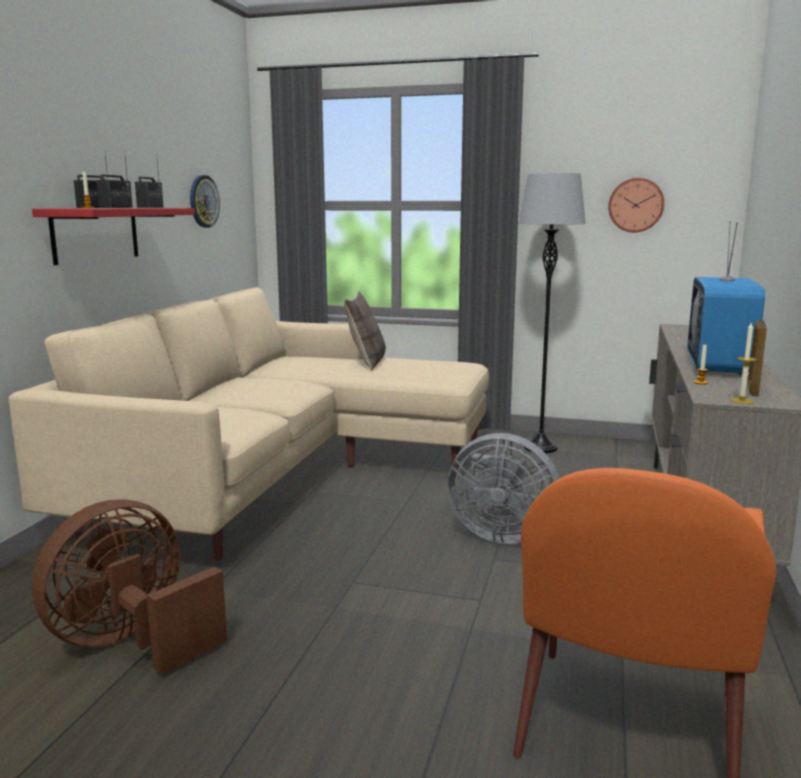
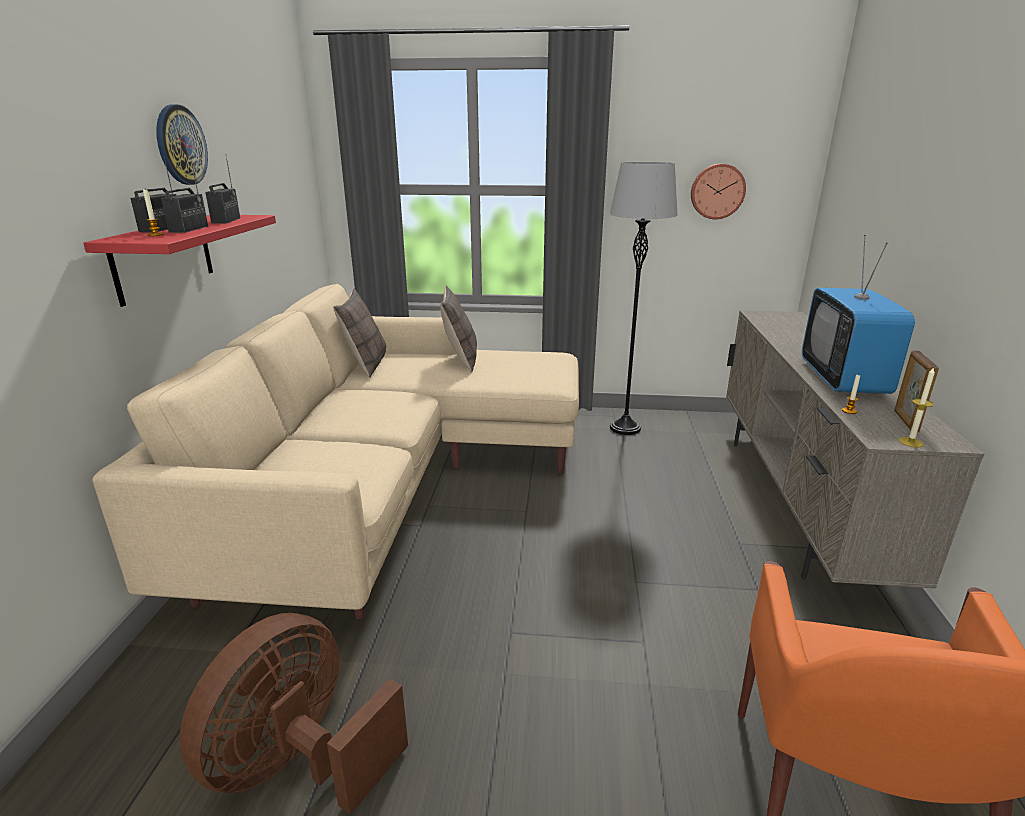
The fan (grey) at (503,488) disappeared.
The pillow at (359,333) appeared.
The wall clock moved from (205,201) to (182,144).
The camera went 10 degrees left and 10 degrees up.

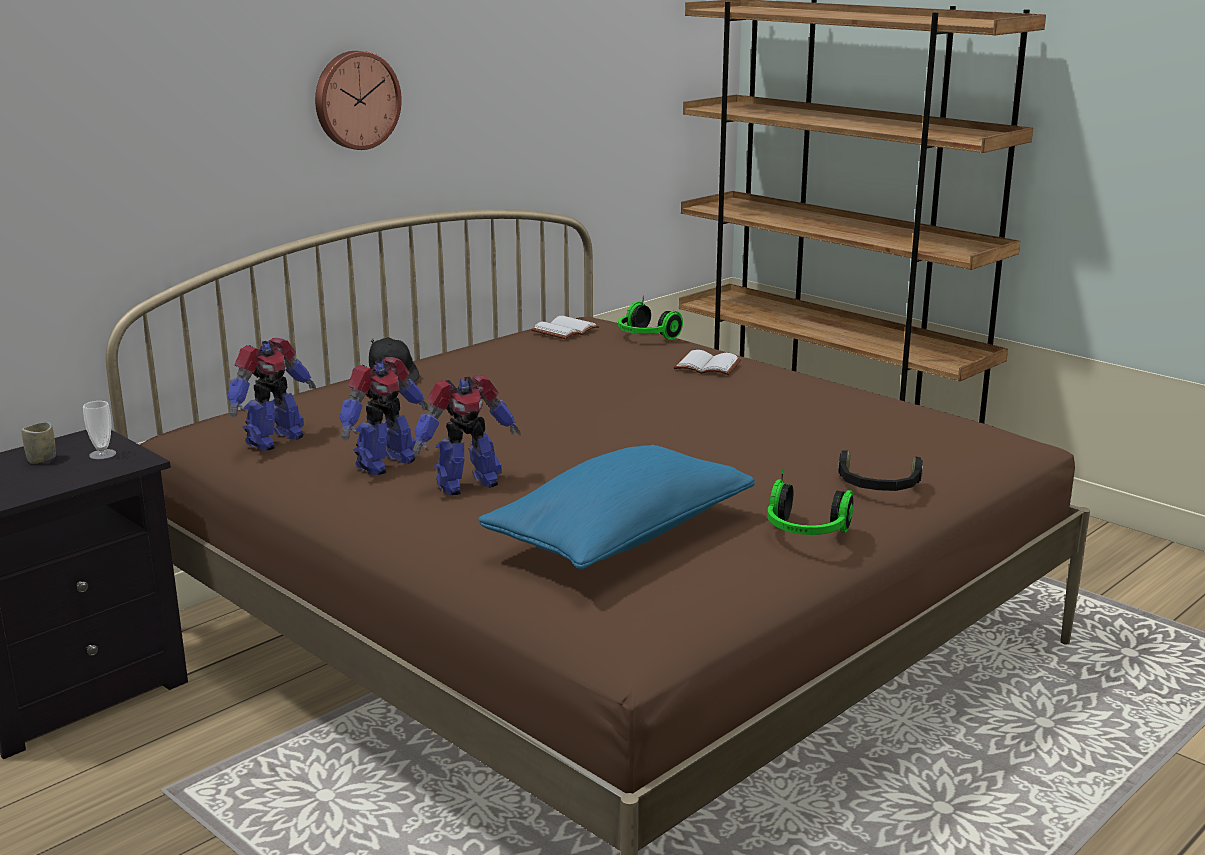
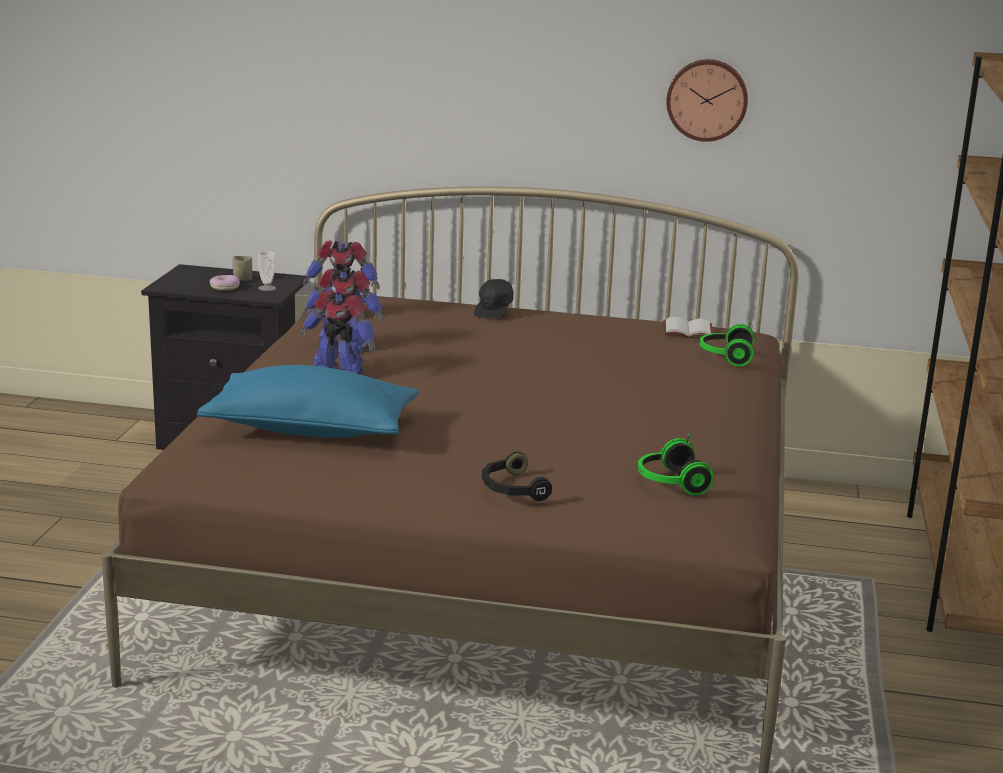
The book (white) at (707,362) disappeared.
The donut at (225,283) appeared.
The wall clock moved from (358,100) to (707,100).
The headphones moved from (810,502) to (676,464).
The camera went 55 degrees right and 0 degrees up.

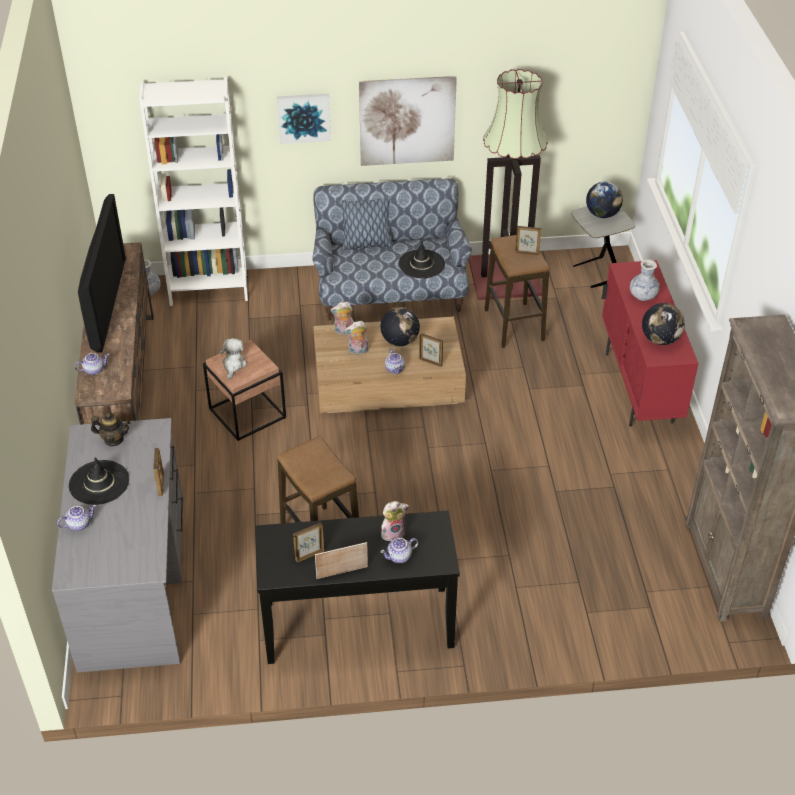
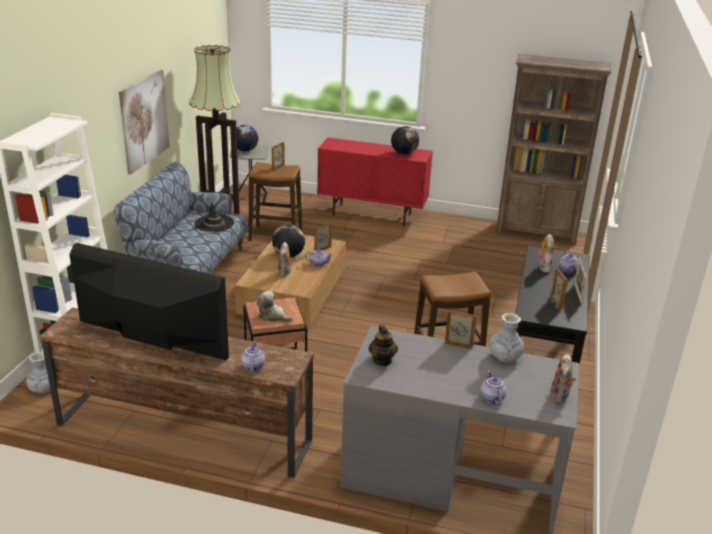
The hat (black) at (99,481) disappeared.
The picture at (304,119) disappeared.
The pillow at (365,223) disappeared.
The plush toy moved from (342,318) to (562,378).
The vase moved from (645,280) to (507,337).
The teapot at (110,429) turned 150 degrees clockwise.
The camera went 70 degrees left and 15 degrees down.

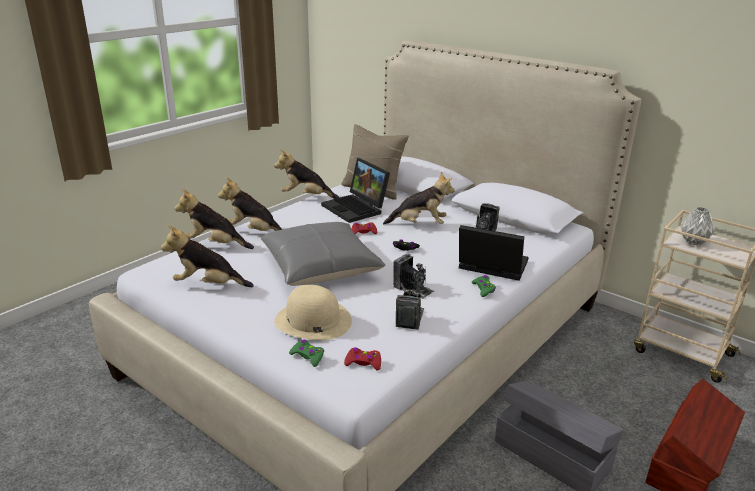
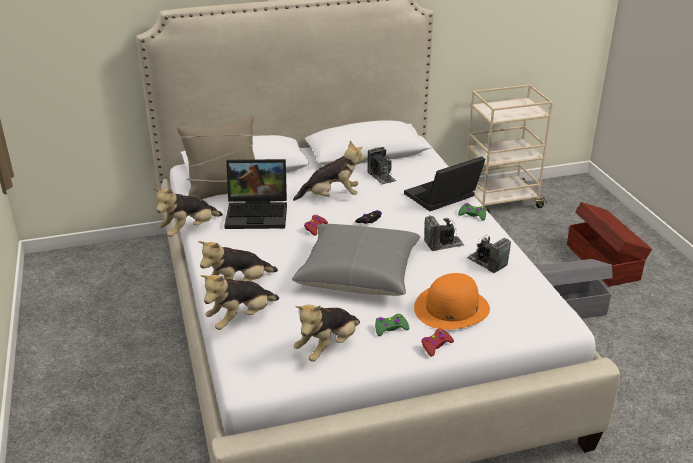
The vase (grey) at (697,226) disappeared.
The game controller (green) moved from (306,353) to (392,325).
The game controller (red) moved from (362,359) to (437,342).
The hat (beige) at (313,312) became the hat (orange) at (452,301).
The plush toy at (419,198) turned 45 degrees clockwise.
The camera went 55 degrees left and 5 degrees up.

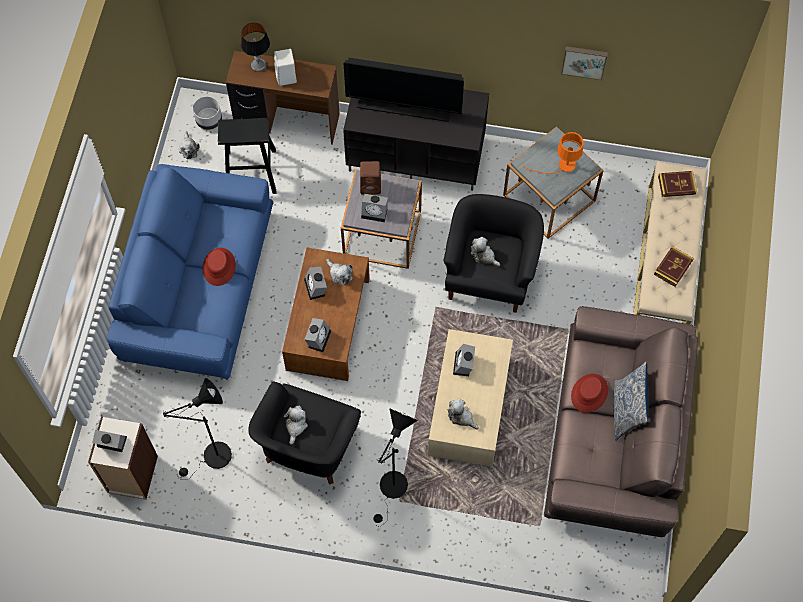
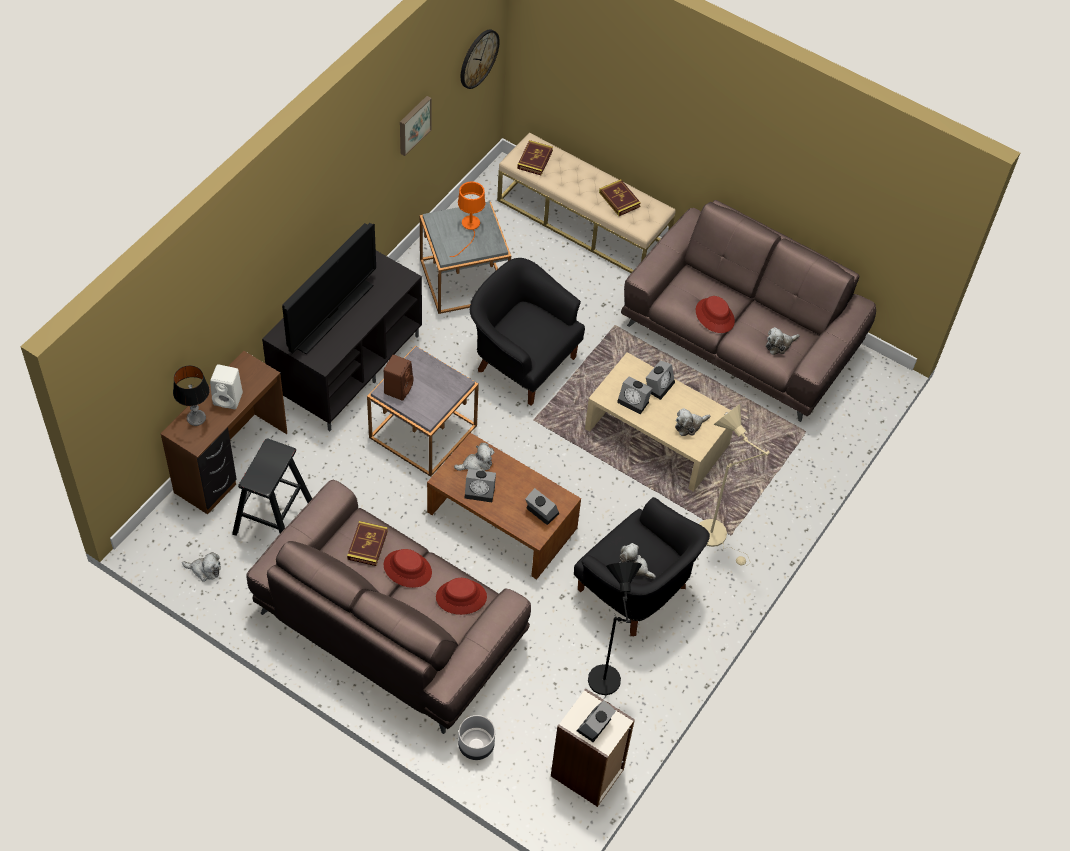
The pillow at (631,401) disappeared.
The book at (367,543) appeared.
The hat (red) at (461,596) appeared.
The wall clock at (480,59) appeared.
The planter (grey) moved from (207,113) to (476,737).
The alarm clock moved from (374,208) to (660,380).
The plush toy moved from (485,252) to (783,341).
The sofa (blue) at (190,271) became the sofa (brown) at (389,607).
The floor lamp (black) at (395,467) became the floor lamp (beige) at (734,484).
The camera went 70 degrees left and 10 degrees down.

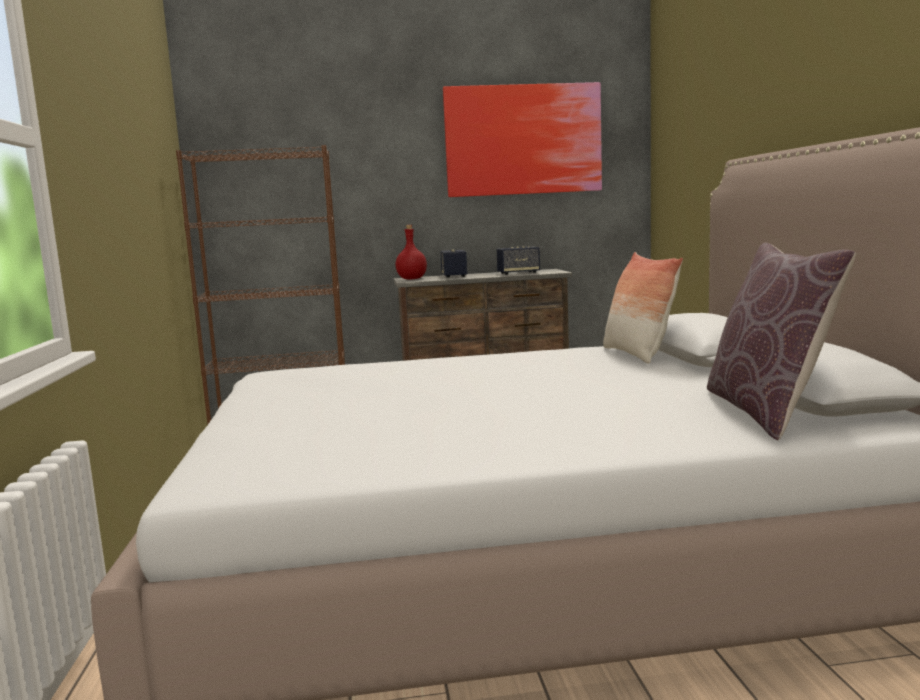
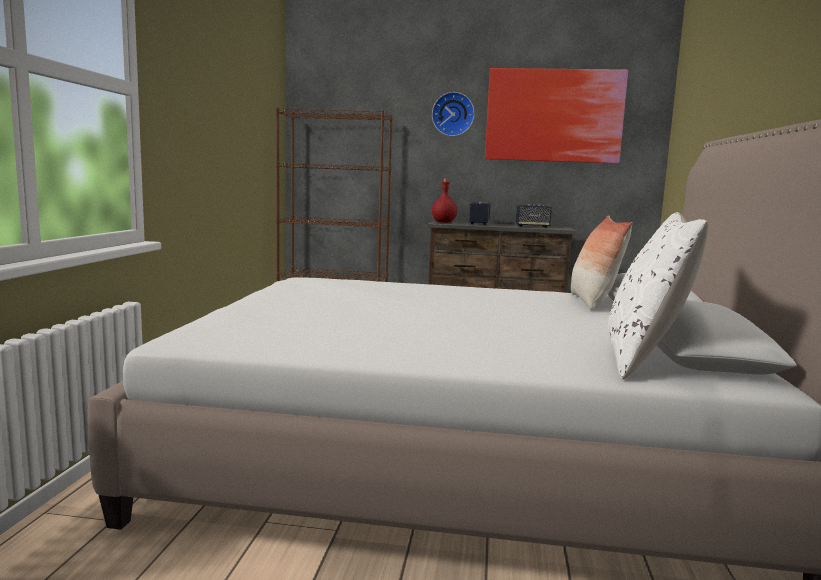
The wall clock at (453,114) appeared.
The pillow (brown) at (781,341) became the pillow (white) at (658,295).
The camera went 15 degrees right and 0 degrees up.

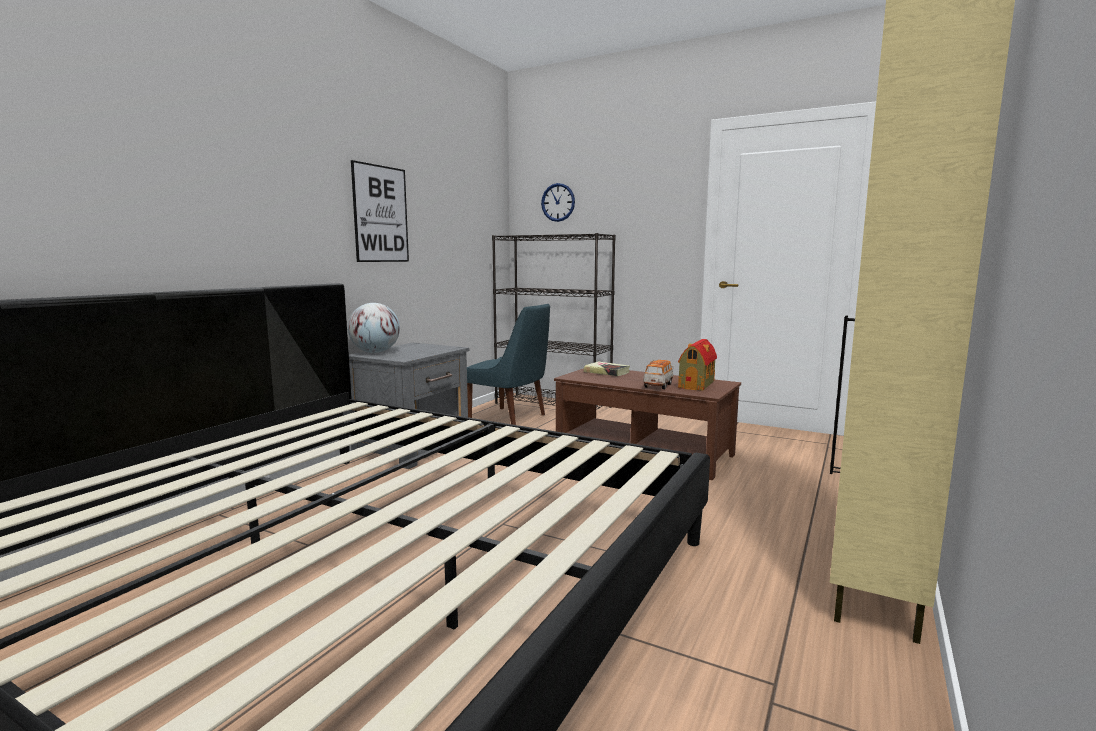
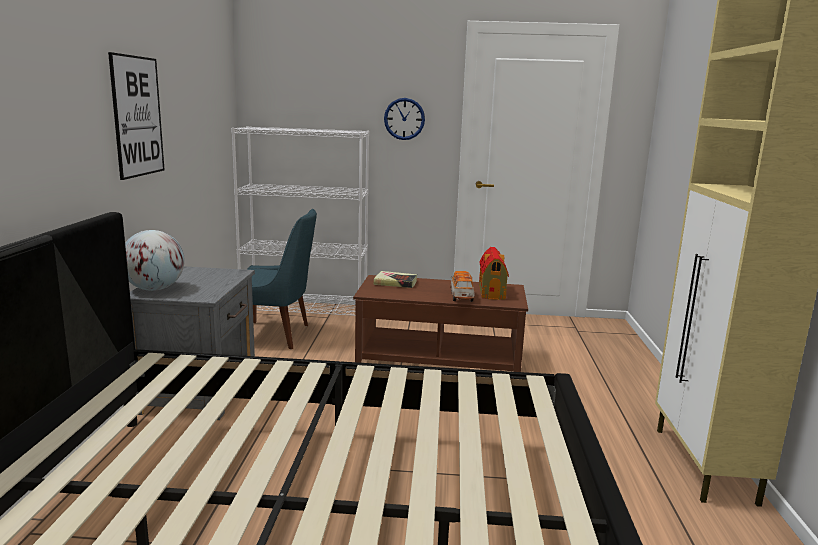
The wall clock moved from (558,202) to (404,119).
The bookcase (black) at (554,321) became the bookcase (white) at (300,221).
The camera went 25 degrees left and 5 degrees up.

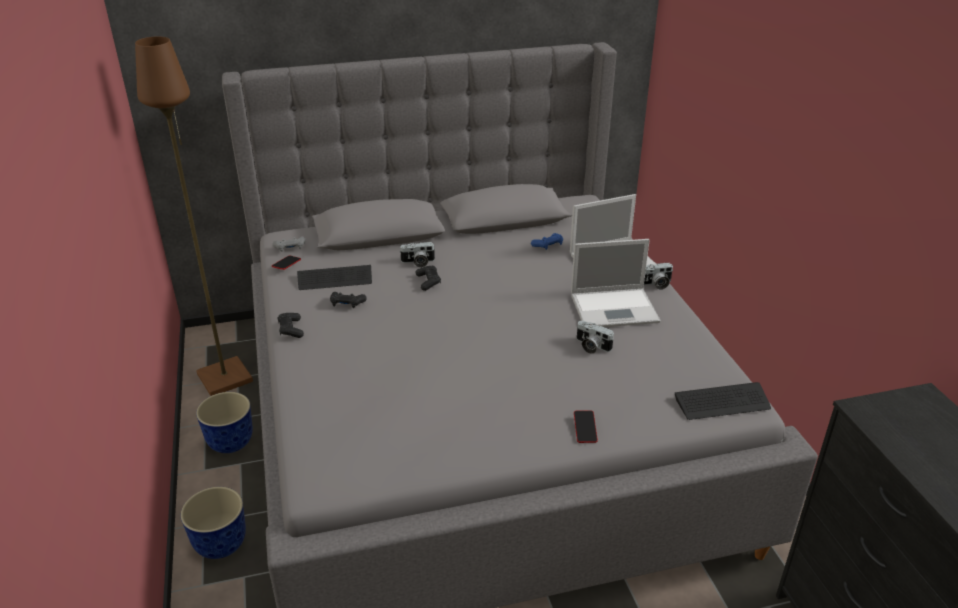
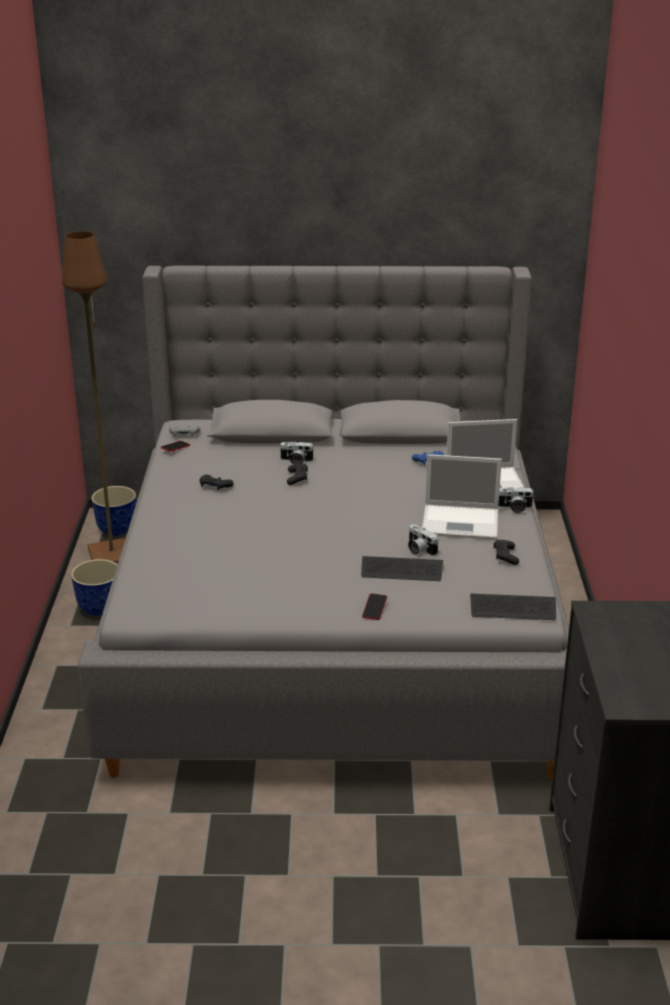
The planter moved from (213,523) to (113,511).
The game controller (black) moved from (291,325) to (506,552).
The keyboard moved from (334,277) to (402,568).
The camera went 15 degrees right and 5 degrees down.

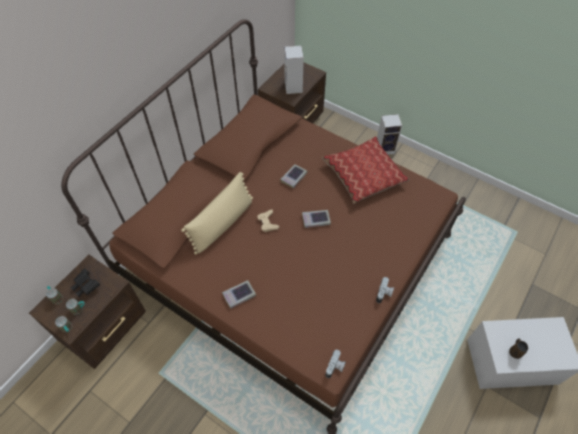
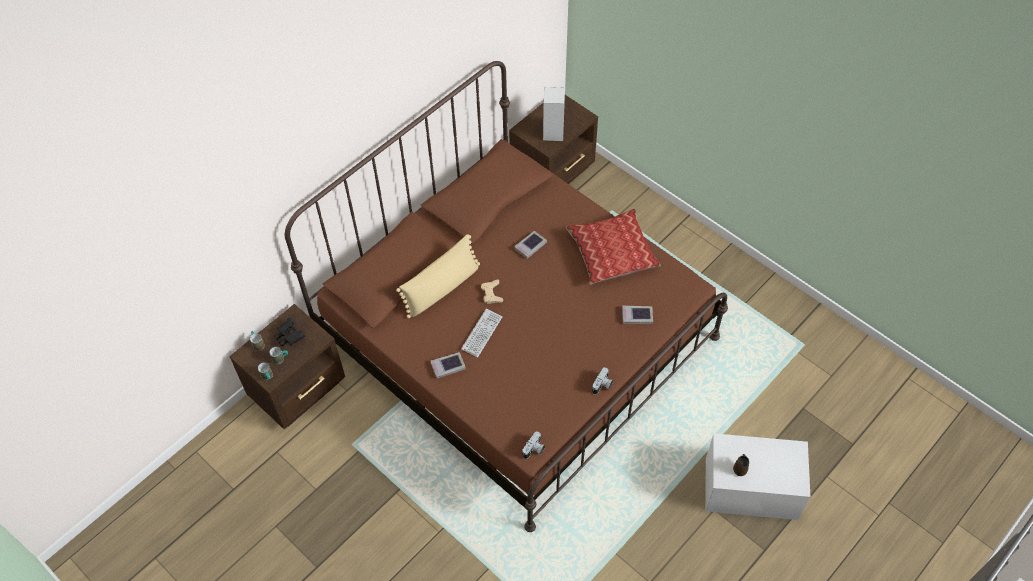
The speaker at (389,134) disappeared.
The keyboard at (481,333) appeared.
The book moved from (316,219) to (637,314).
The camera went 10 degrees right and 0 degrees up.

